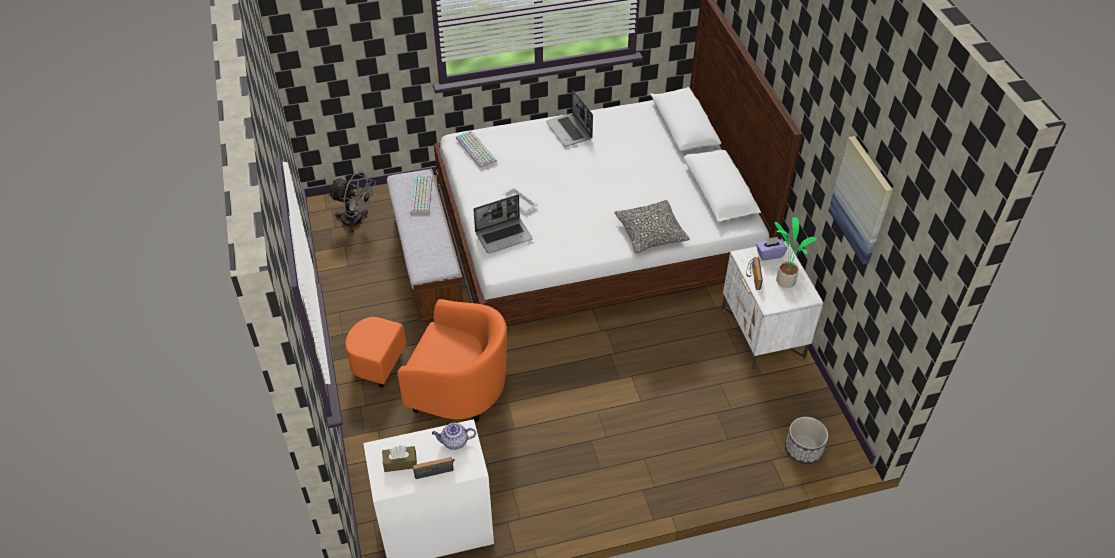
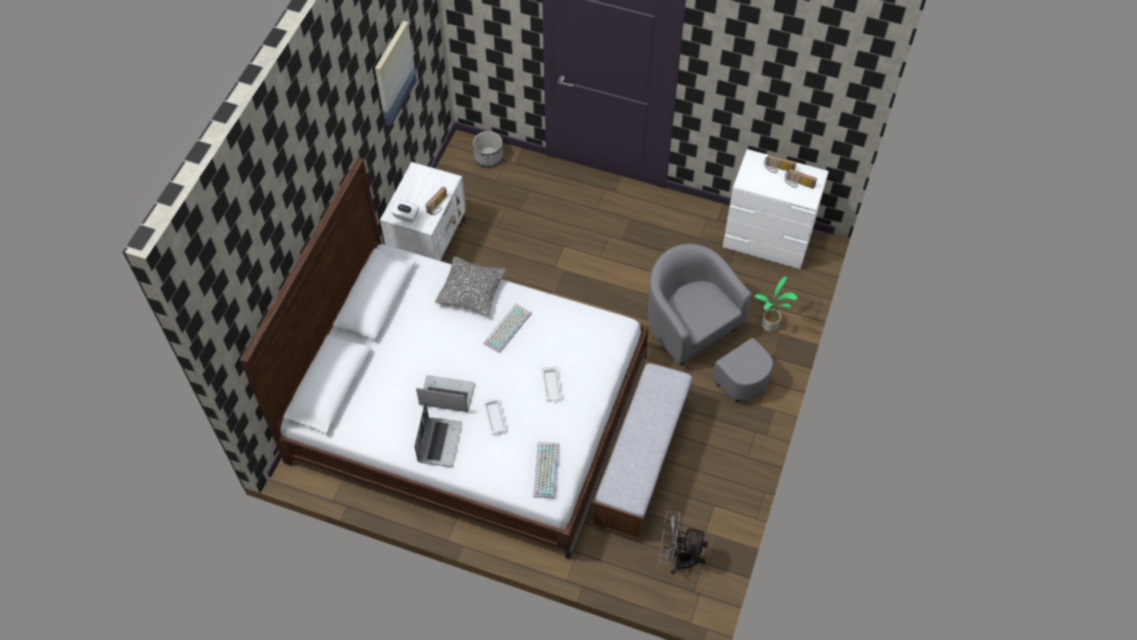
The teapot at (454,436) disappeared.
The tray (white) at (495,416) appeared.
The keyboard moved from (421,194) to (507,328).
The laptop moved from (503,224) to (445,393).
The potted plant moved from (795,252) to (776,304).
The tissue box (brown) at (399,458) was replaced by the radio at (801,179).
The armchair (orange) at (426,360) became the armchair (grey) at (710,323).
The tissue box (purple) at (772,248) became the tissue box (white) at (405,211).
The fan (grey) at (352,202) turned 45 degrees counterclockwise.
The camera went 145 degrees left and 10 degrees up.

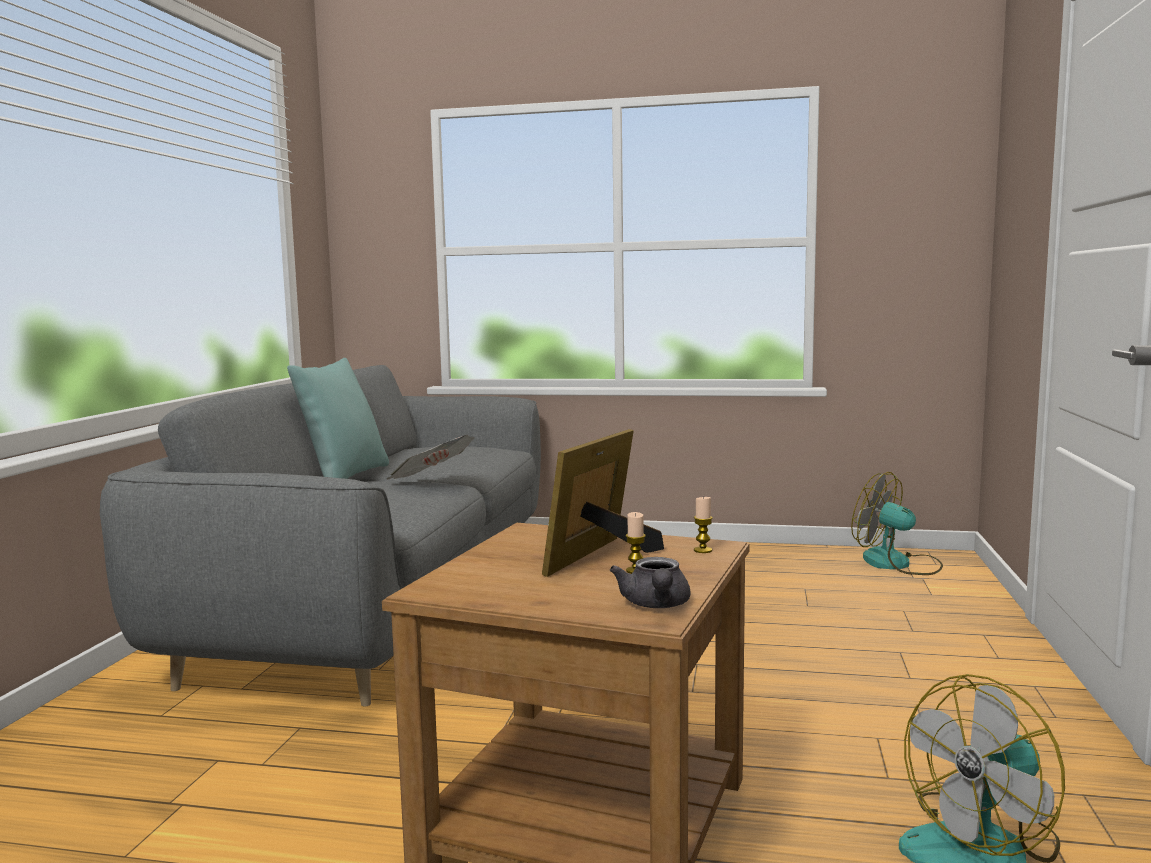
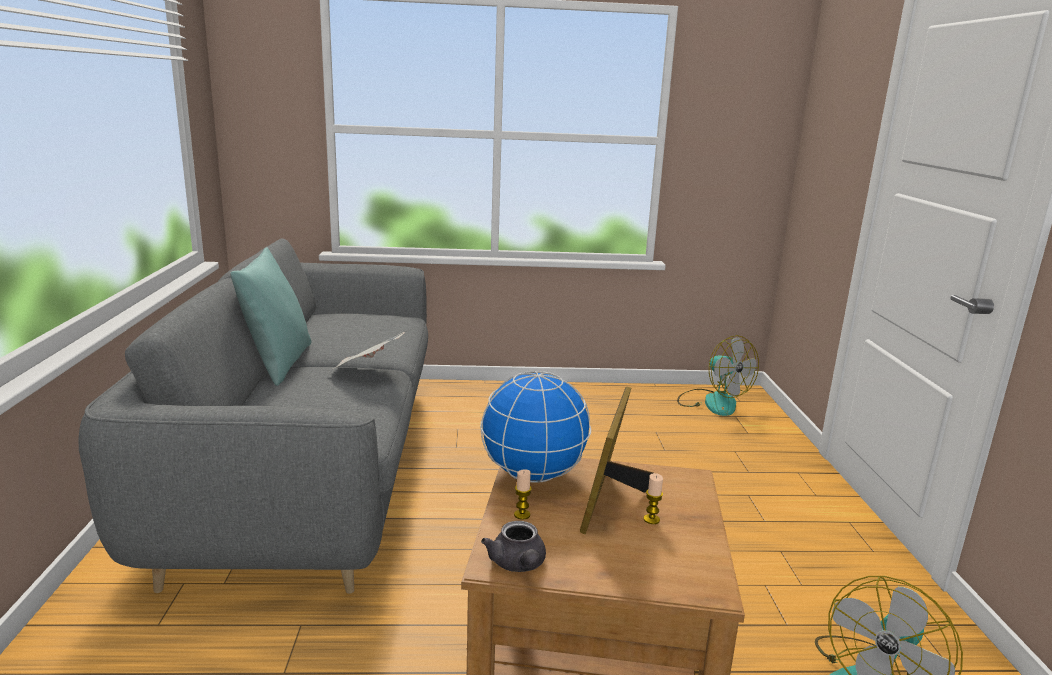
The globe at (535,427) appeared.
The teapot (grey) moved from (650,582) to (513,546).
The candle moved from (703,525) to (523,494).
The fan at (897,523) turned 150 degrees counterclockwise.
The camera went 15 degrees left and 10 degrees up.

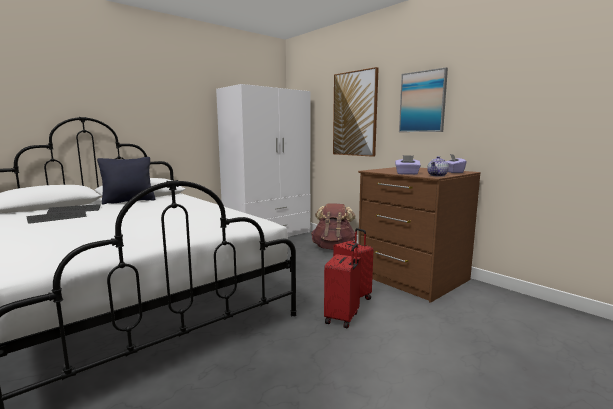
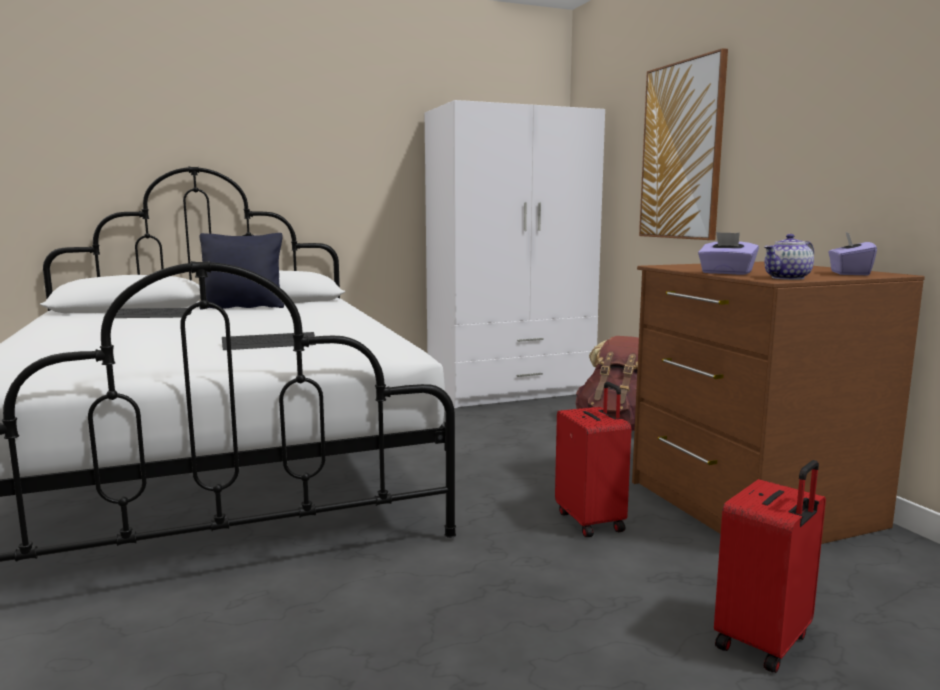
The picture at (423,99) disappeared.
The keyboard moved from (56,217) to (269,341).
The suitcase (red) moved from (342,286) to (770,566).
The camera went 20 degrees right and 0 degrees up.

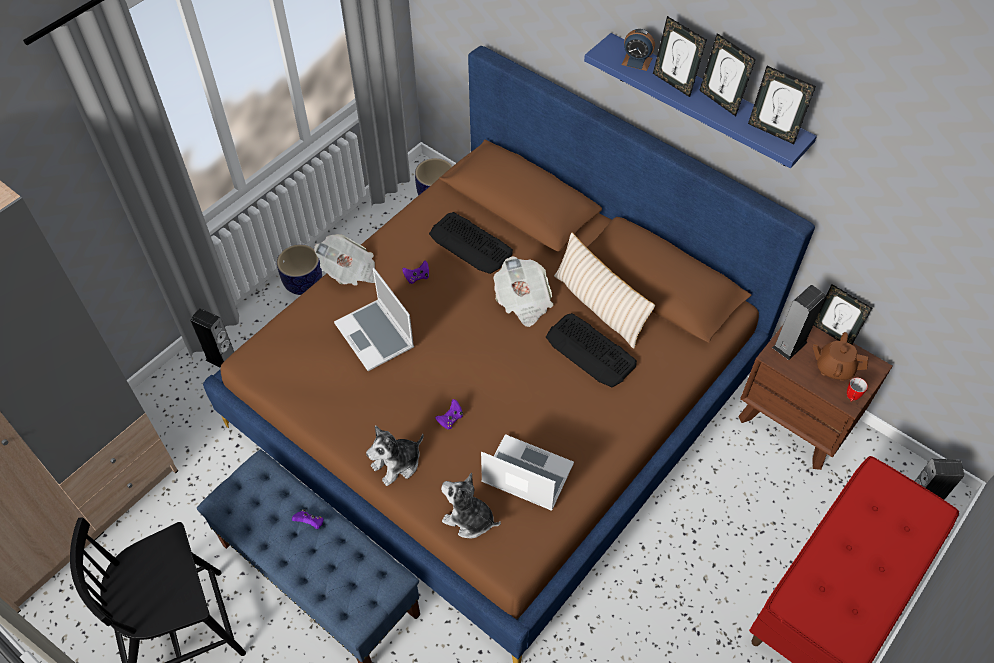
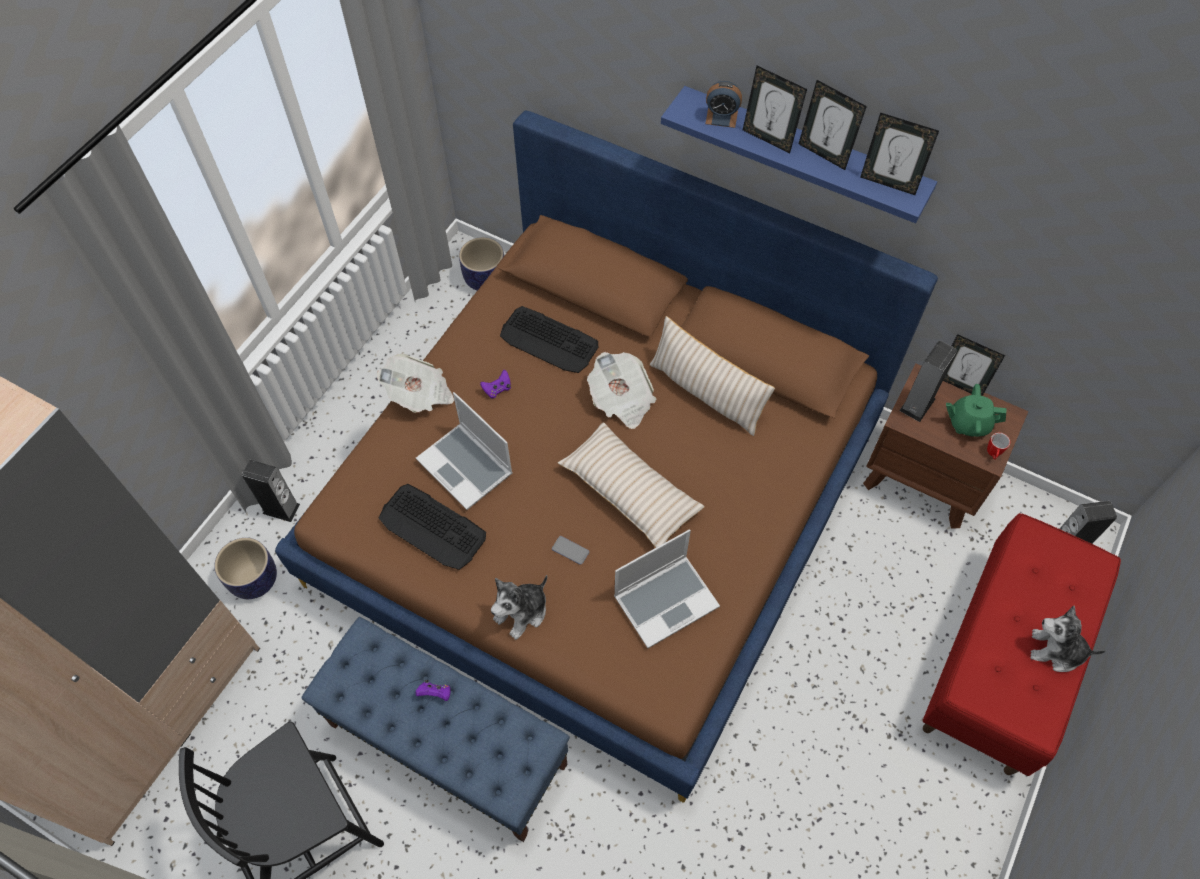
The pillow (beige) at (631,485) appeared.
The planter moved from (299,269) to (245,568).
The plush toy moved from (471,506) to (1068,639).
The keyboard moved from (591,350) to (432,527).
The game controller (purple) at (449,414) was replaced by the phone at (570,550).
The teapot (brown) at (840,356) became the teapot (green) at (976,410).
The laptop at (527,472) turned 135 degrees clockwise.
The camera went 10 degrees left and 5 degrees up.

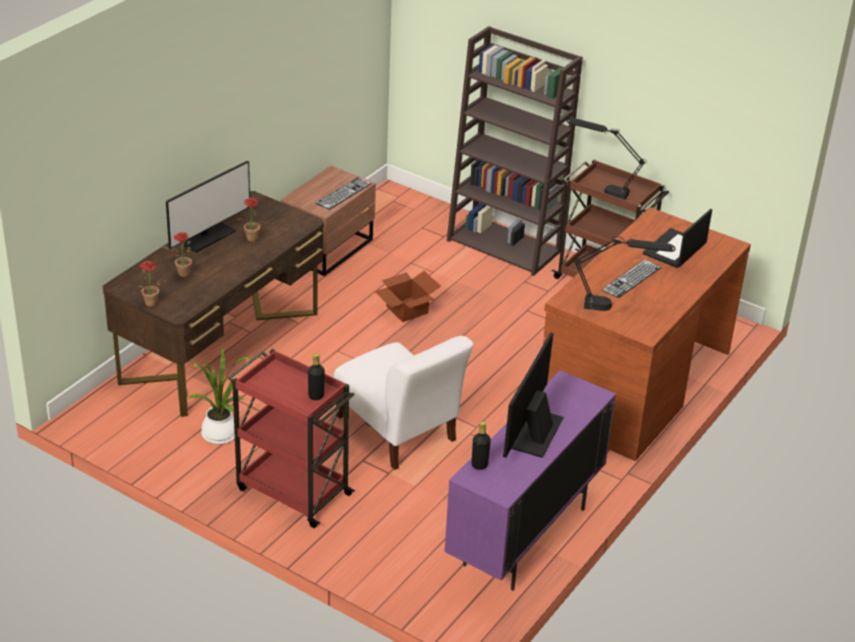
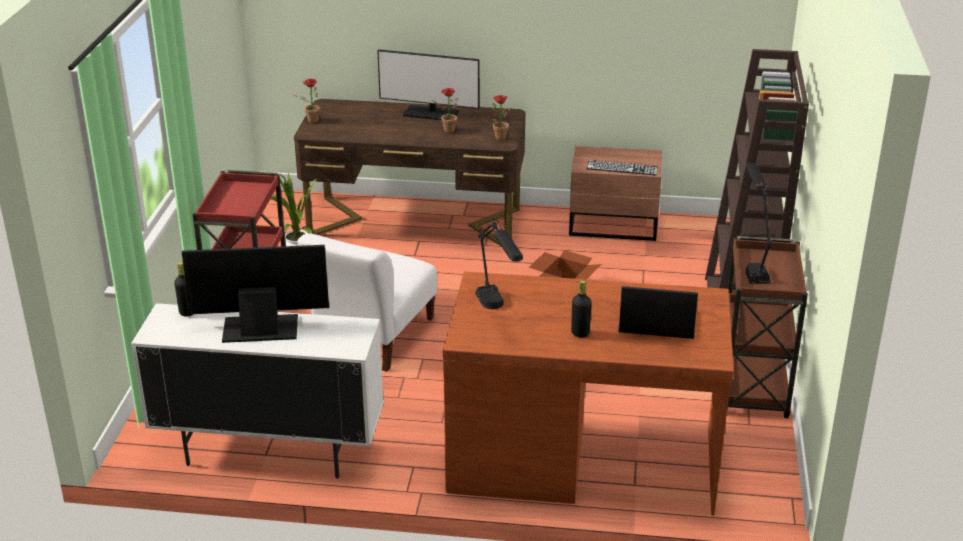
The keyboard at (631,278) disappeared.
The potted plant moved from (178,254) to (502,117).
The bottle (black) moved from (316,376) to (581,309).
The cabinet (purple) at (530,480) became the cabinet (white) at (257,391).
The camera went 65 degrees right and 5 degrees down.

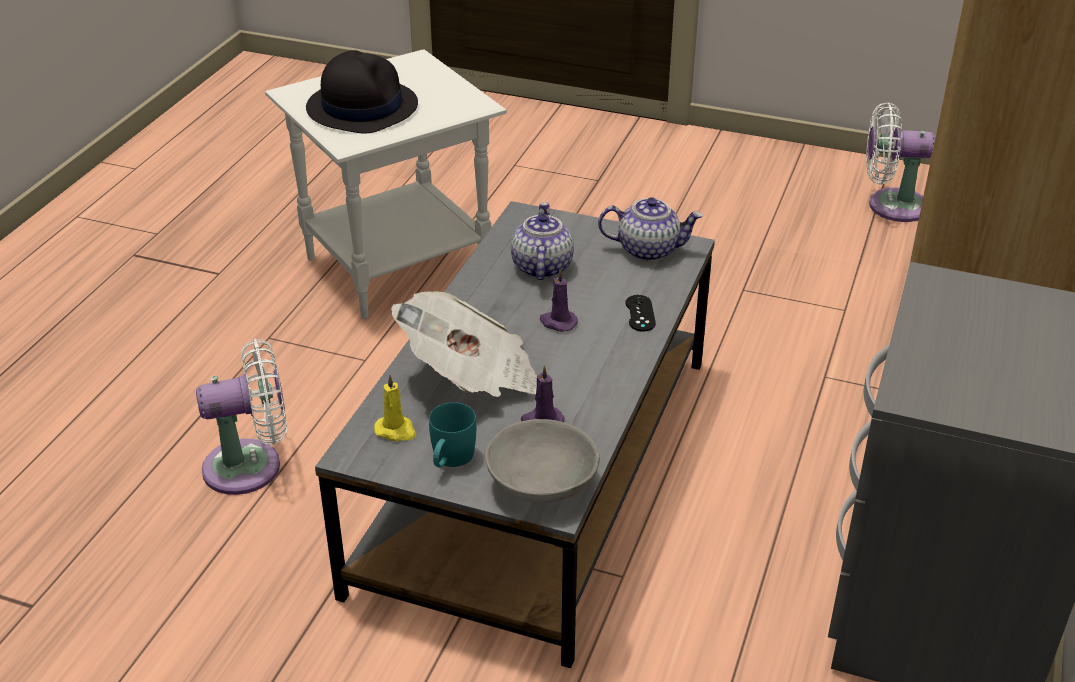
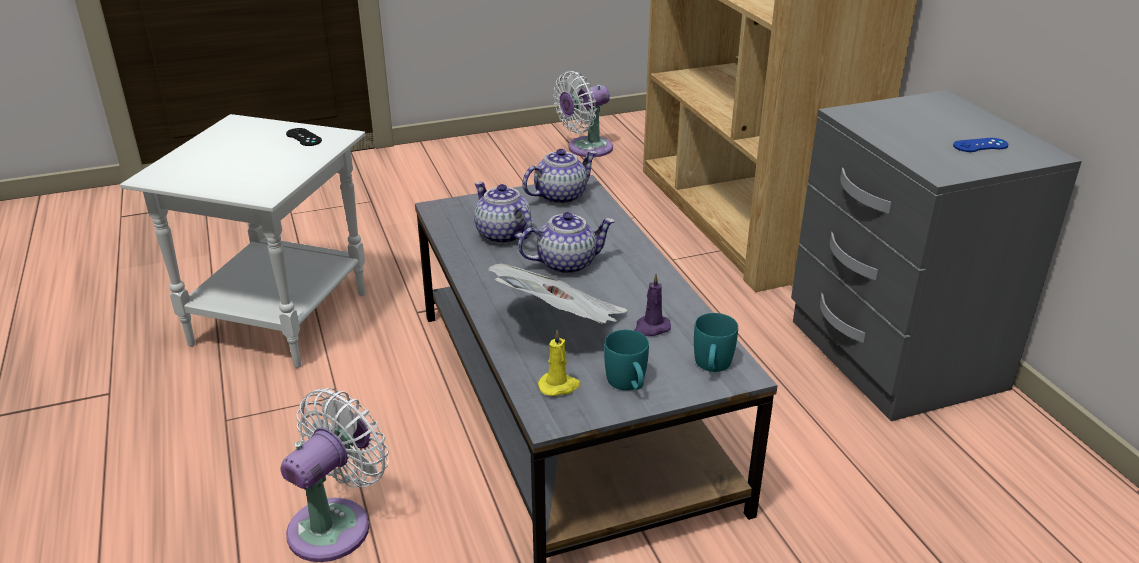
The hat (black) at (362,91) disappeared.
The game controller (blue) at (980,145) appeared.
The game controller (black) moved from (640,313) to (304,137).
The bowl (grey) at (542,461) was replaced by the mug (turquoise) at (716,342).
The candle (purple) at (559,300) was replaced by the teapot at (566,243).
The camera went 40 degrees left and 5 degrees down.

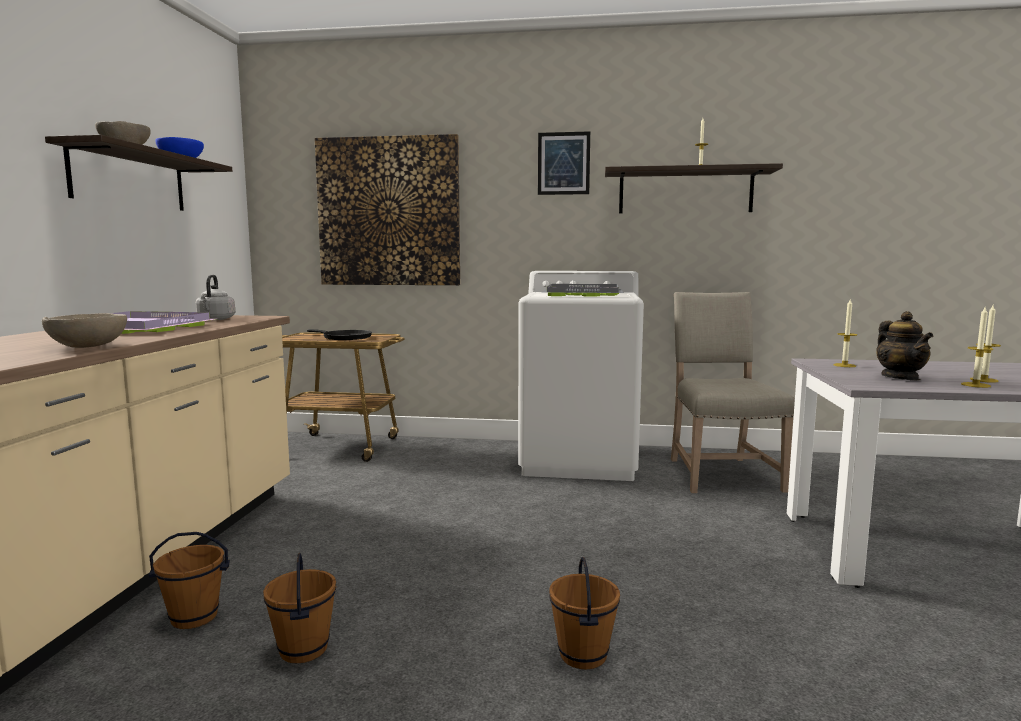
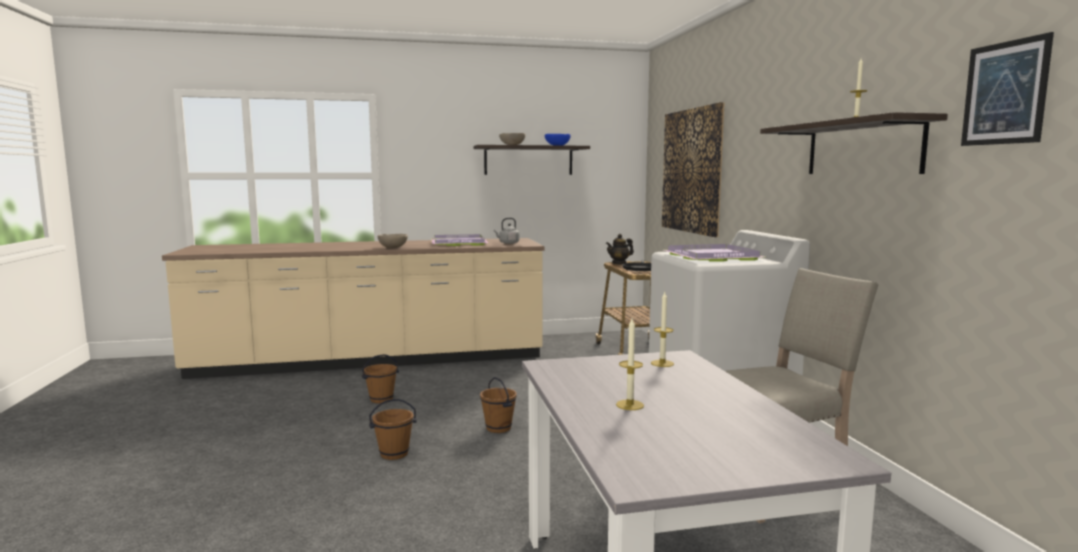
The candle at (977,347) disappeared.
The bucket (brown) moved from (189,580) to (498,405).
The picture moved from (564,163) to (1007,89).
The teapot moved from (904,345) to (620,249).
The tray (grey) at (583,290) became the tray (purple) at (714,253).
The camera went 70 degrees right and 0 degrees up.

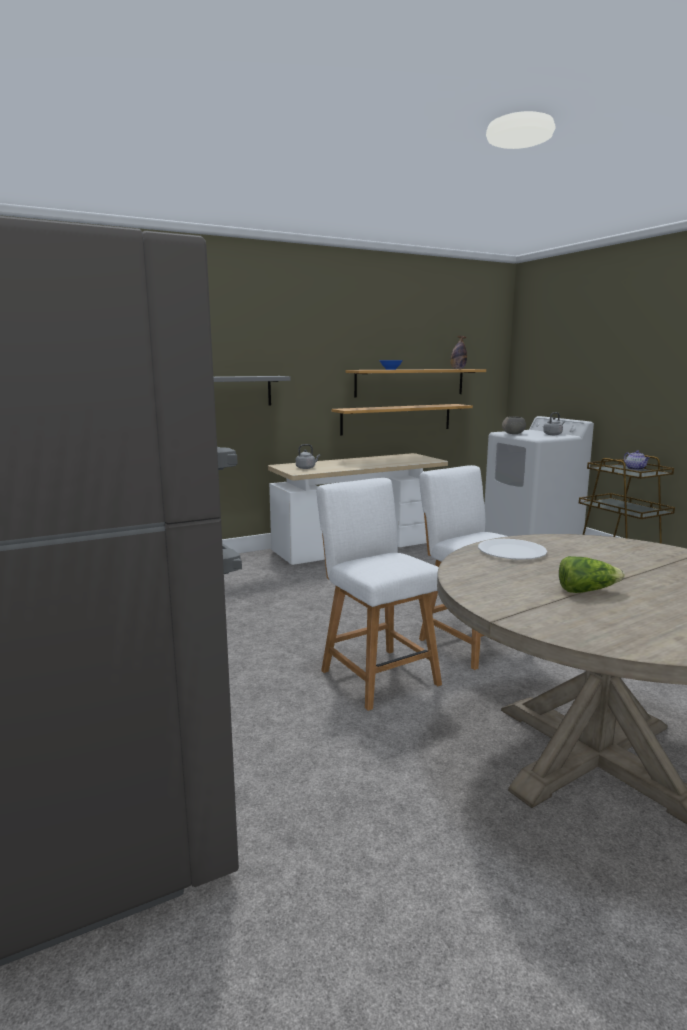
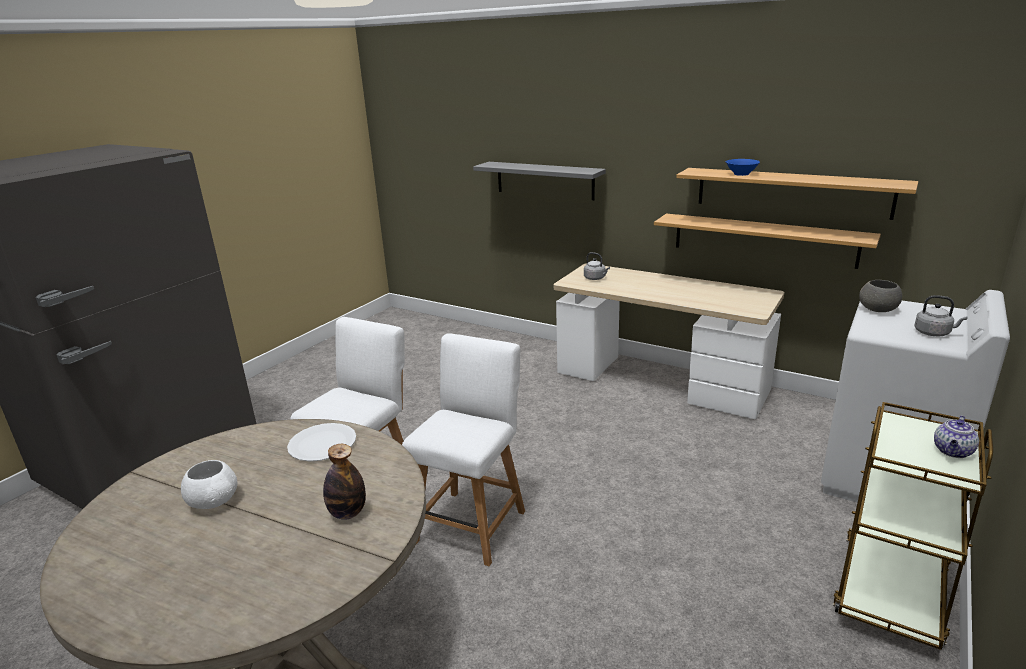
The bottle moved from (458,352) to (344,482).
The lettuce at (592,574) was replaced by the bowl (white) at (209,484).
The camera went 60 degrees right and 10 degrees up.

